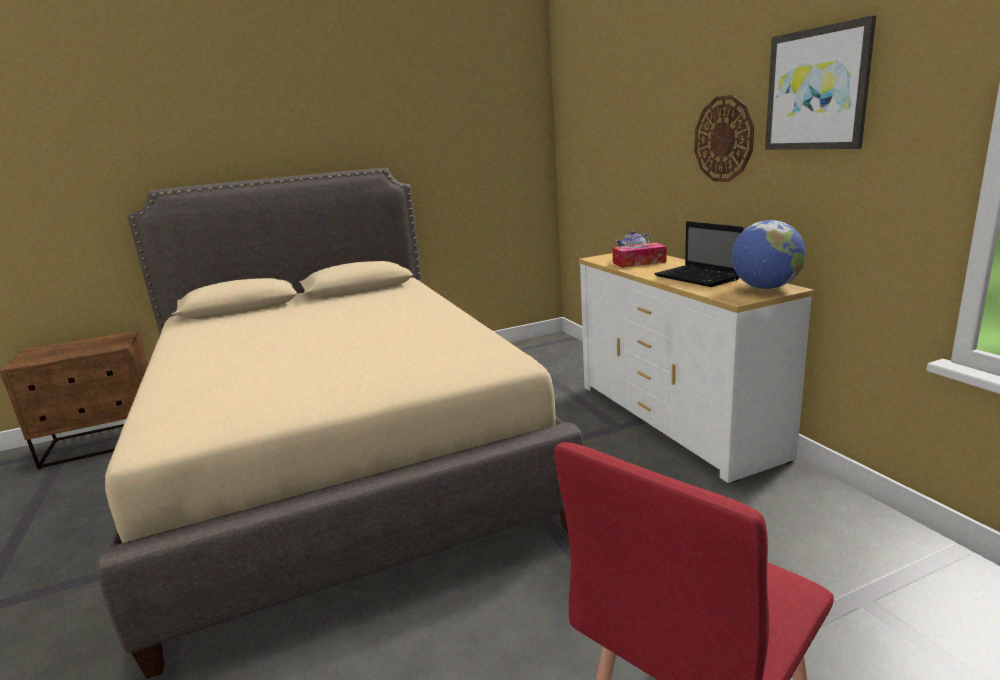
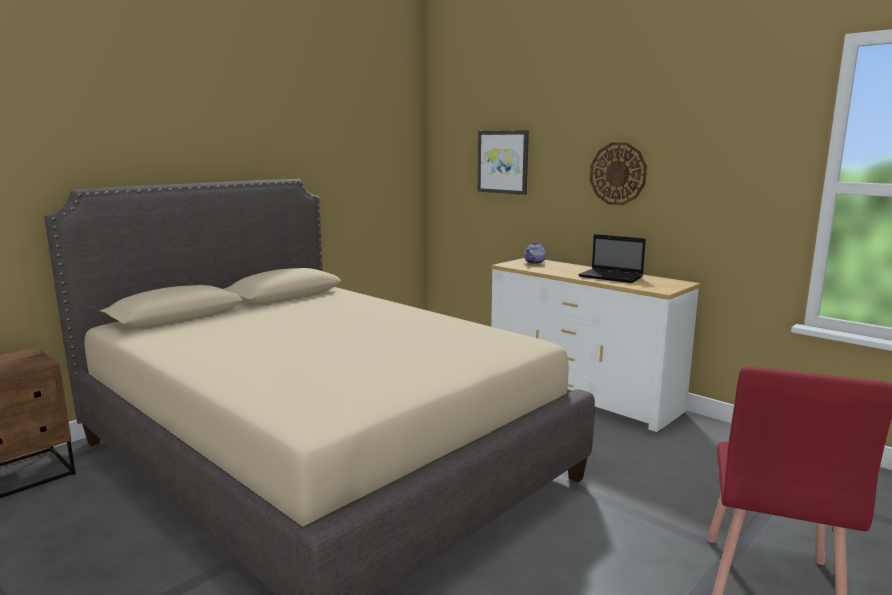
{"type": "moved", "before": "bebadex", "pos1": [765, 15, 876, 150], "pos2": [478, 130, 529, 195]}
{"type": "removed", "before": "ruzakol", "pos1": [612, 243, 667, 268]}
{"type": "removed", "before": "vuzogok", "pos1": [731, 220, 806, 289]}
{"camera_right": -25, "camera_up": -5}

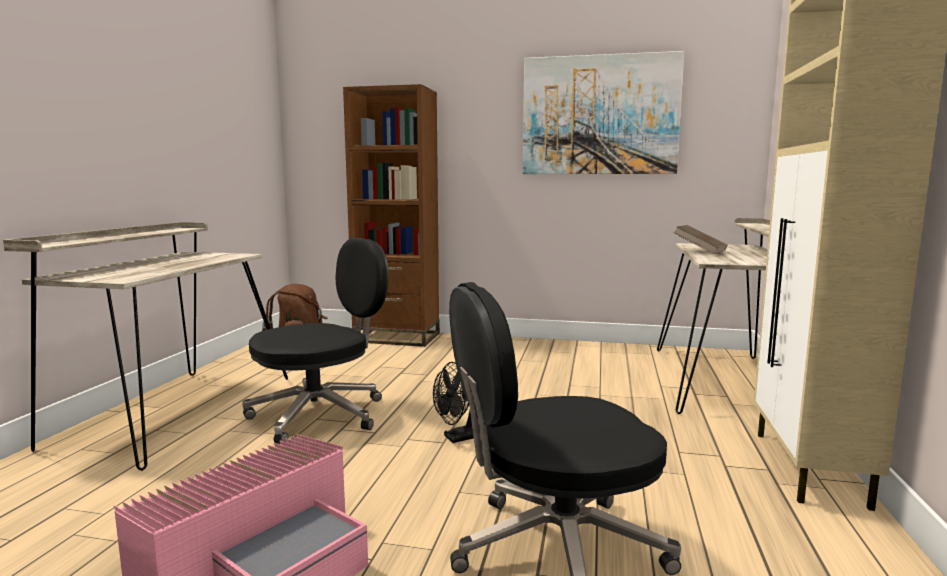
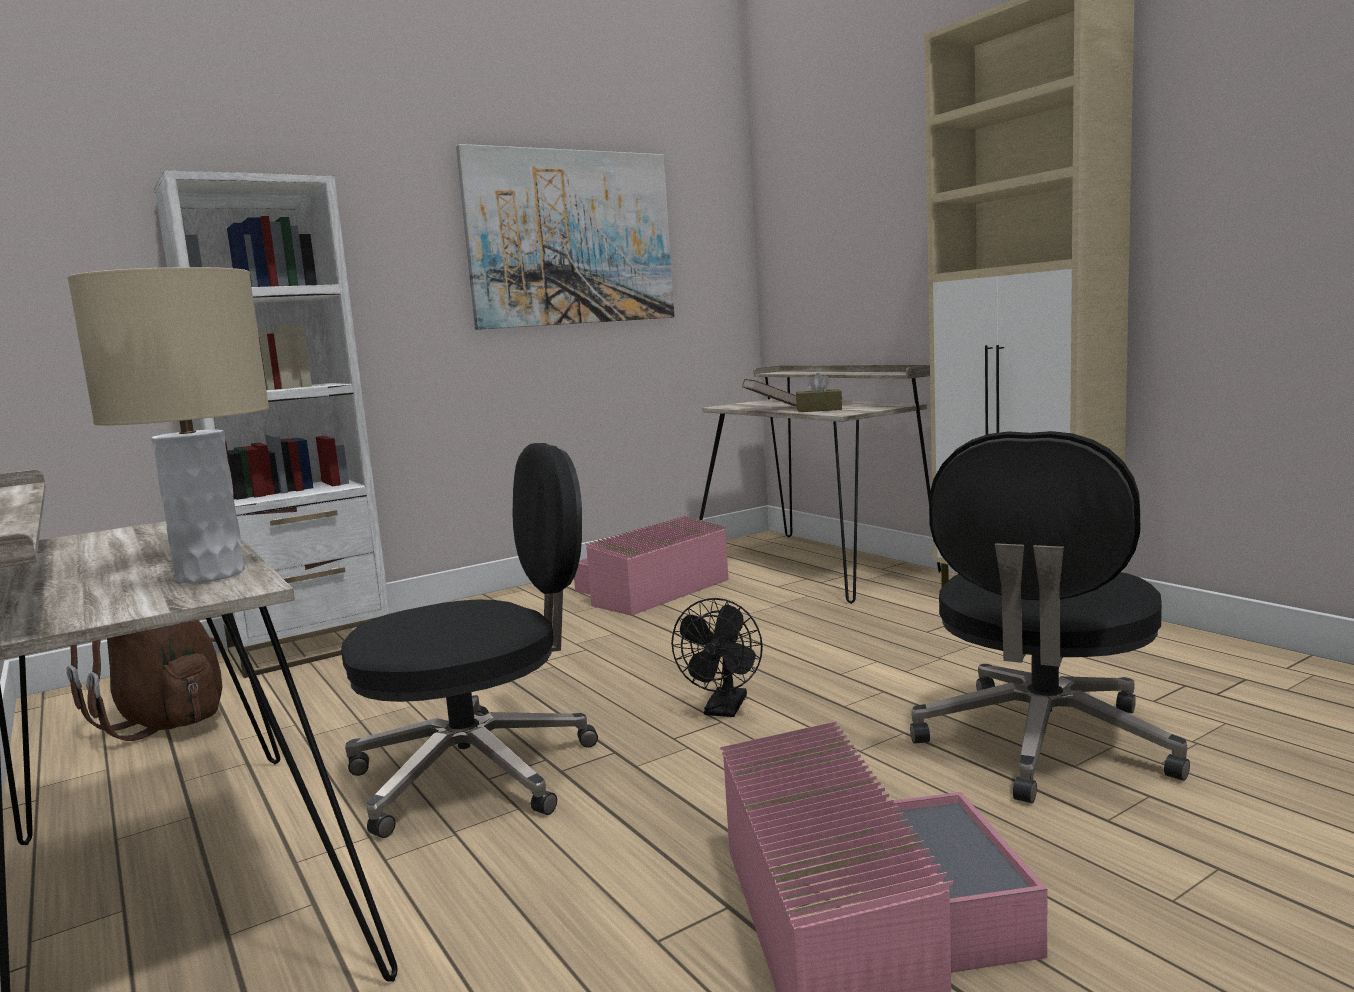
{"type": "added", "after": "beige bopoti", "pos2": [67, 267, 269, 583]}
{"type": "recoloured", "before": "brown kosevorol", "after": "white kosevorol", "pos1": [343, 84, 440, 347], "pos2": [154, 171, 390, 678]}
{"type": "turned", "before": "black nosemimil", "pos1": [242, 238, 389, 444], "pos2": [341, 443, 598, 838], "turn": 60}
{"type": "added", "after": "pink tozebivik", "pos2": [574, 516, 729, 616]}
{"type": "added", "after": "brown ruzakol", "pos2": [796, 373, 842, 412]}
{"camera_right": -45, "camera_up": 0}

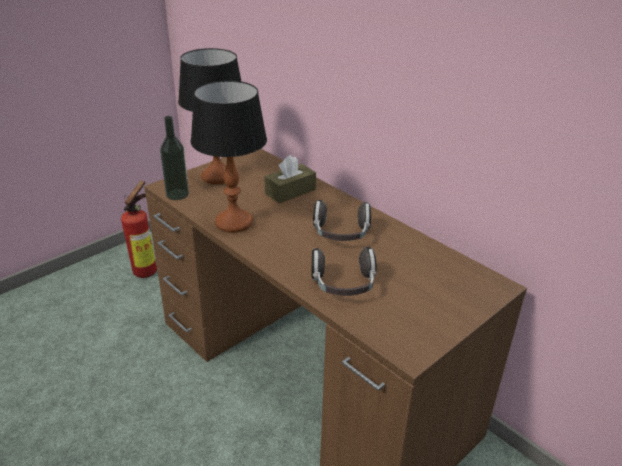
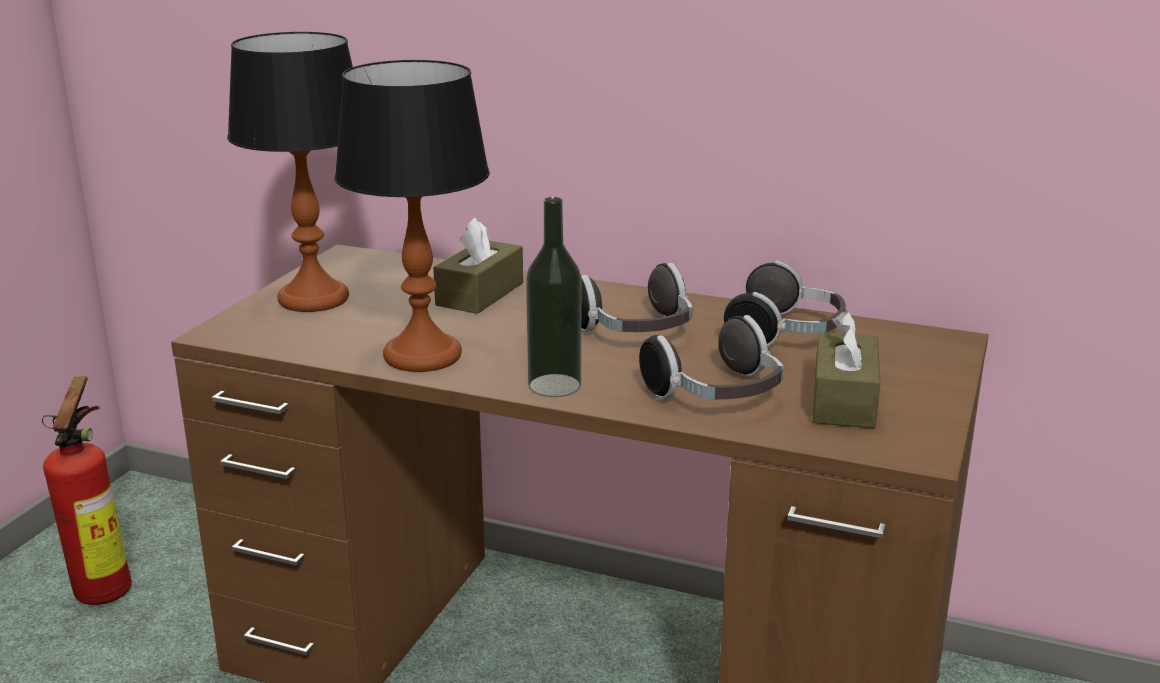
{"type": "moved", "before": "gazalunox", "pos1": [160, 116, 189, 200], "pos2": [526, 197, 581, 397]}
{"type": "added", "after": "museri", "pos2": [724, 260, 846, 347]}
{"type": "added", "after": "brown ruzakol", "pos2": [813, 310, 881, 428]}
{"camera_right": -25, "camera_up": -10}

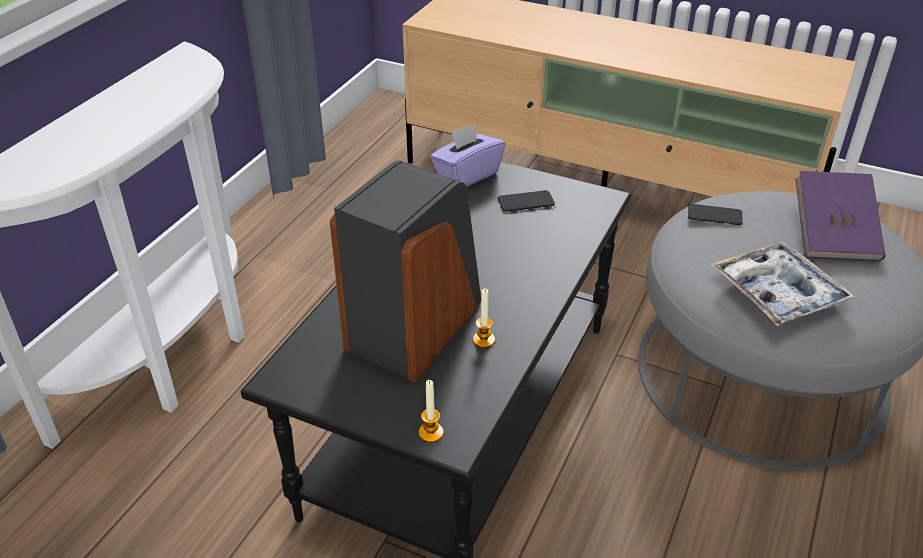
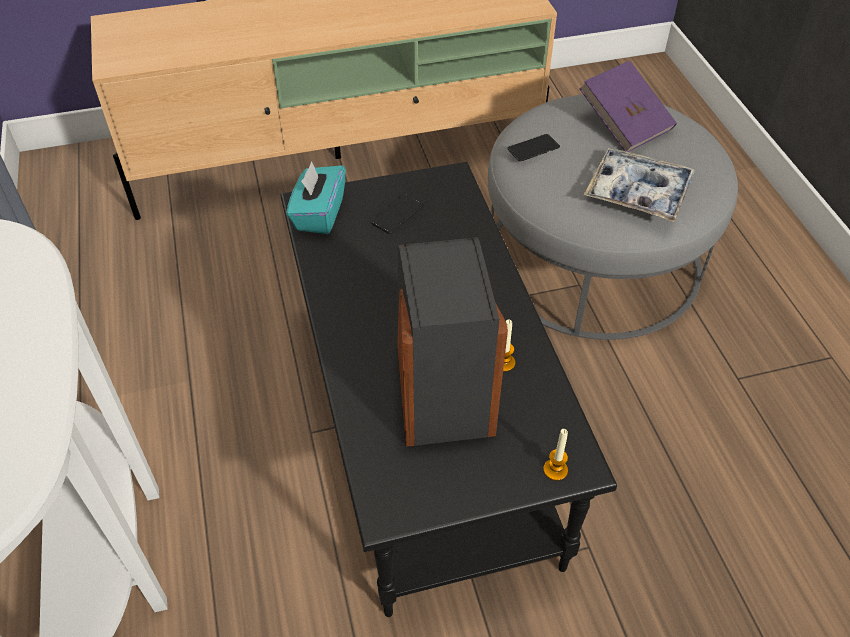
{"type": "recoloured", "before": "purple ruzakol", "after": "turquoise ruzakol", "pos1": [430, 123, 505, 187], "pos2": [286, 161, 346, 234]}
{"camera_right": -40, "camera_up": 10}

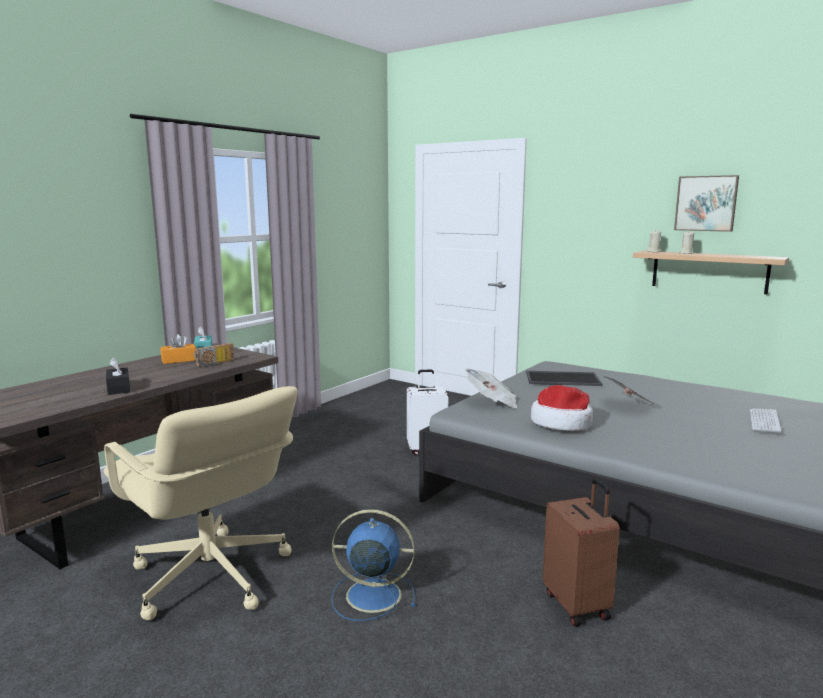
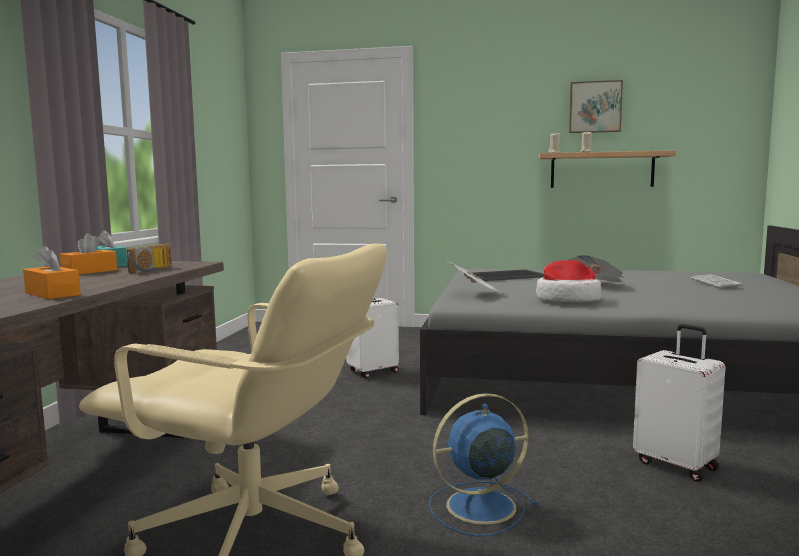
{"type": "recoloured", "before": "black ruzakol", "after": "orange ruzakol", "pos1": [106, 358, 130, 395], "pos2": [23, 246, 81, 299]}
{"type": "recoloured", "before": "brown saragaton", "after": "white saragaton", "pos1": [543, 478, 620, 627], "pos2": [633, 324, 725, 482]}
{"camera_right": -25, "camera_up": -5}

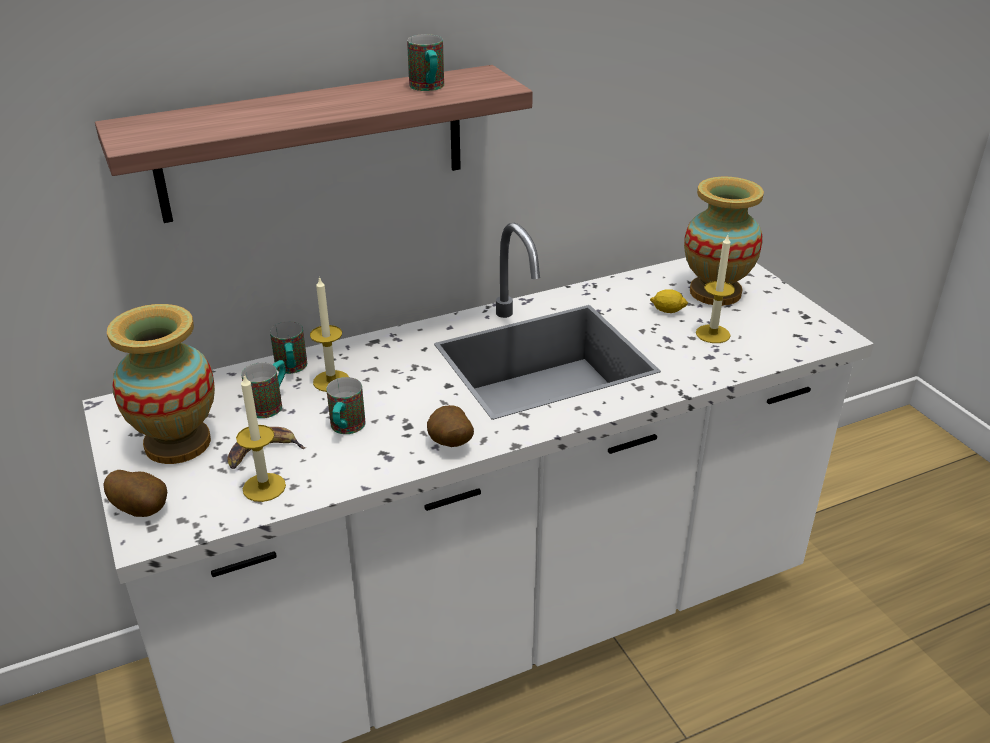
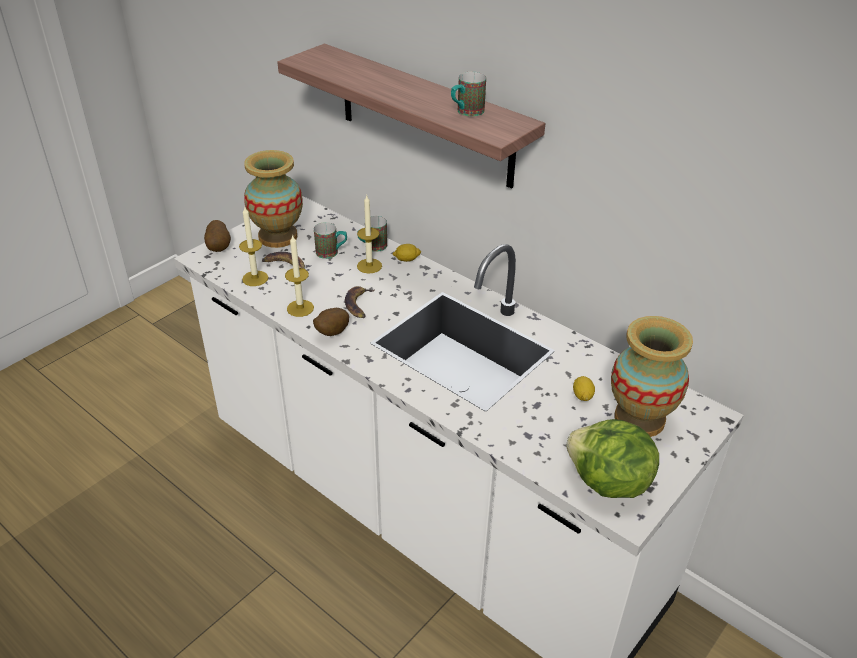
{"type": "moved", "before": "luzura", "pos1": [696, 235, 735, 343], "pos2": [285, 234, 314, 317]}
{"type": "added", "after": "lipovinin", "pos2": [345, 286, 375, 318]}
{"type": "added", "after": "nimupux", "pos2": [392, 244, 421, 262]}
{"type": "added", "after": "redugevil", "pos2": [566, 419, 659, 498]}
{"type": "removed", "before": "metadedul", "pos1": [326, 377, 366, 434]}
{"camera_right": 65, "camera_up": 5}

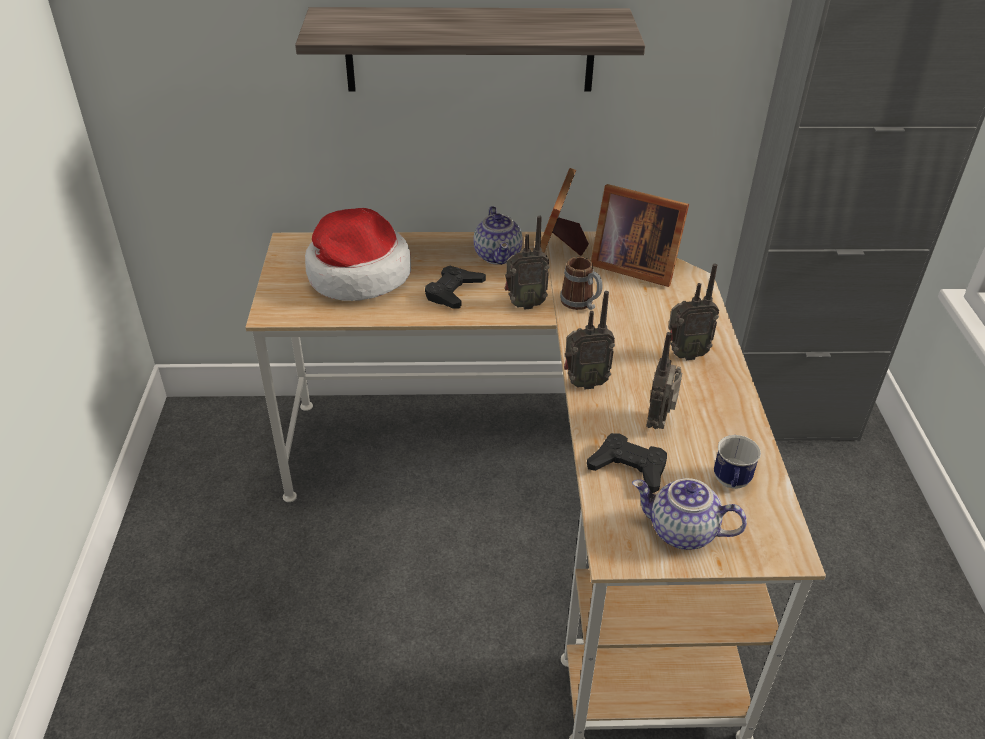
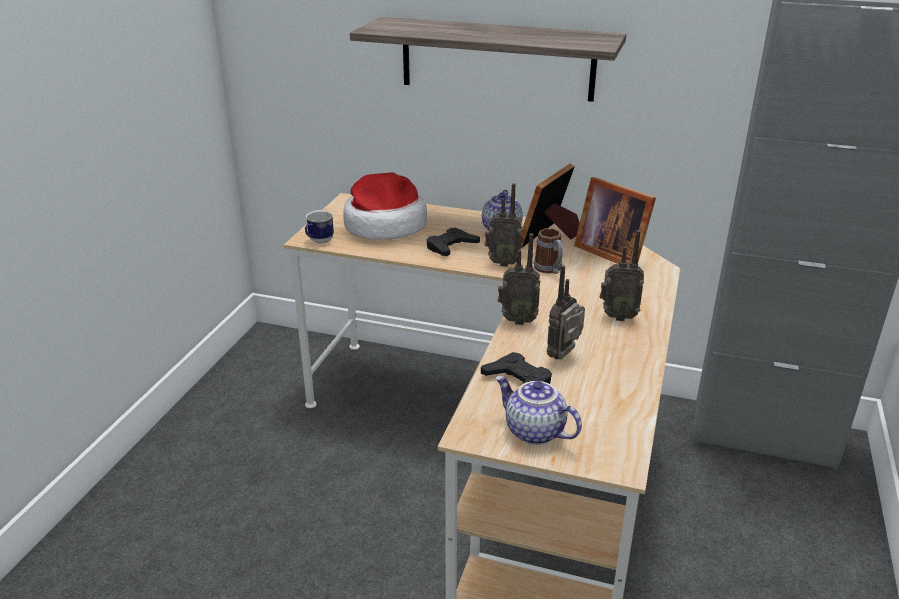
{"type": "moved", "before": "metadedul", "pos1": [714, 435, 761, 489], "pos2": [305, 210, 334, 244]}
{"camera_right": 20, "camera_up": -10}

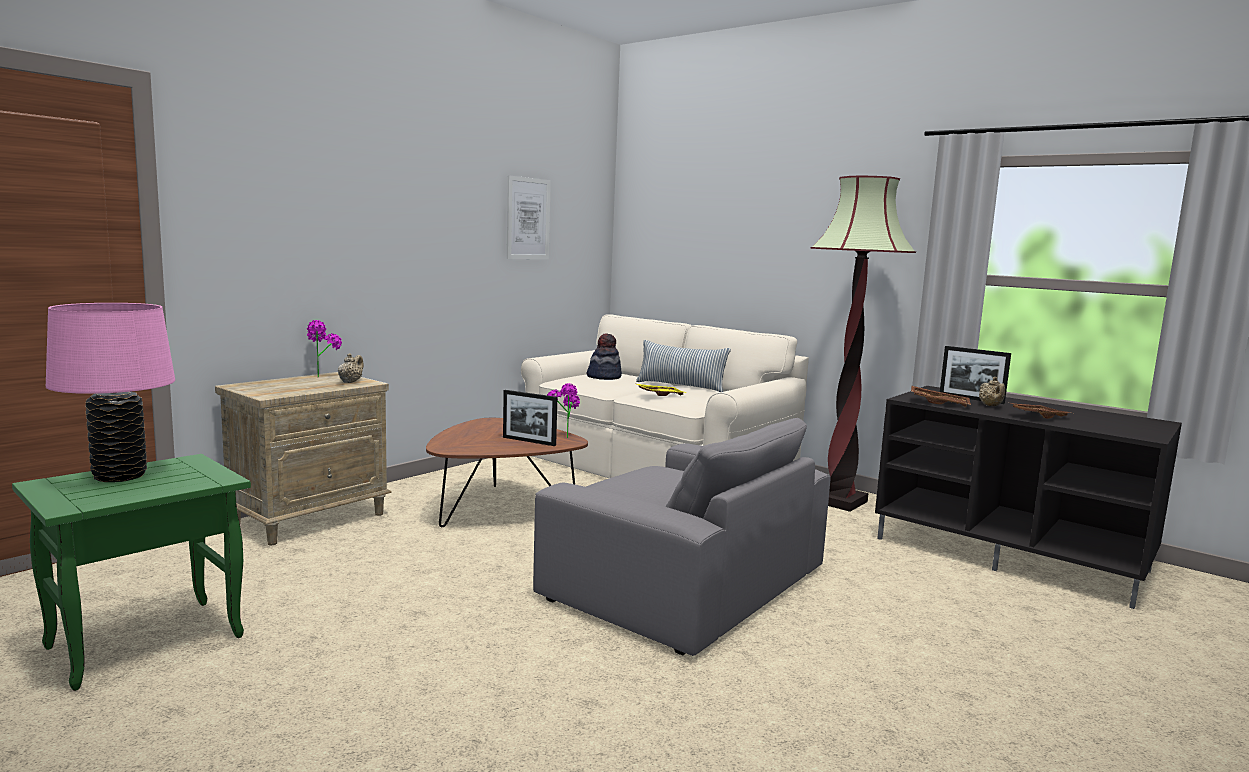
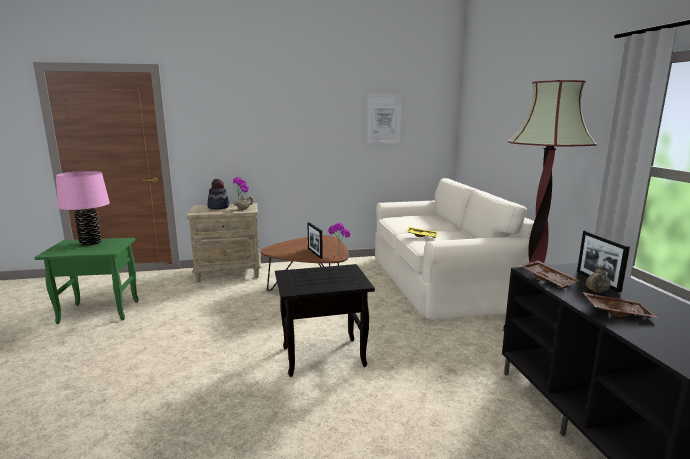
{"type": "moved", "before": "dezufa", "pos1": [587, 333, 622, 380], "pos2": [208, 179, 229, 210]}
{"type": "replaced", "before": "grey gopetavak", "after": "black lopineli", "pos1": [533, 418, 831, 656], "pos2": [275, 264, 375, 377]}
{"type": "removed", "before": "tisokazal", "pos1": [636, 340, 731, 392]}
{"camera_right": 40, "camera_up": 5}

